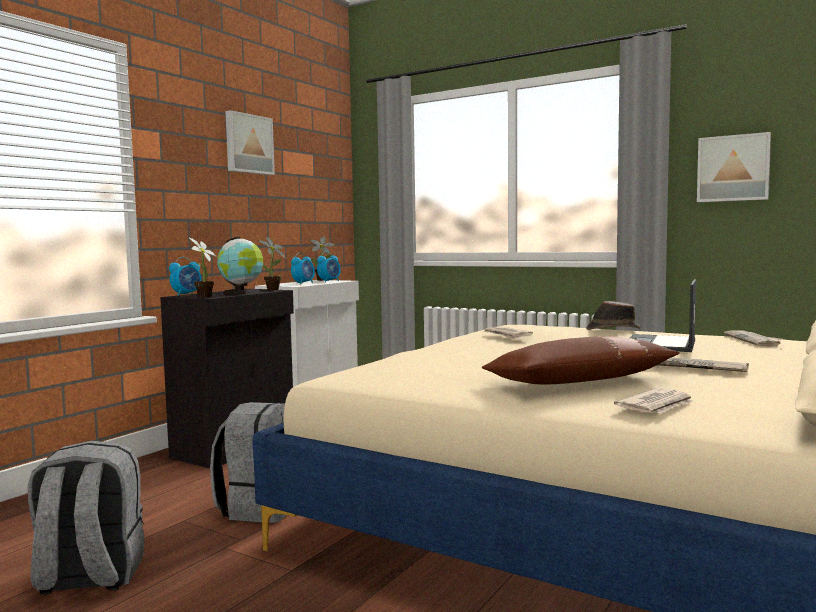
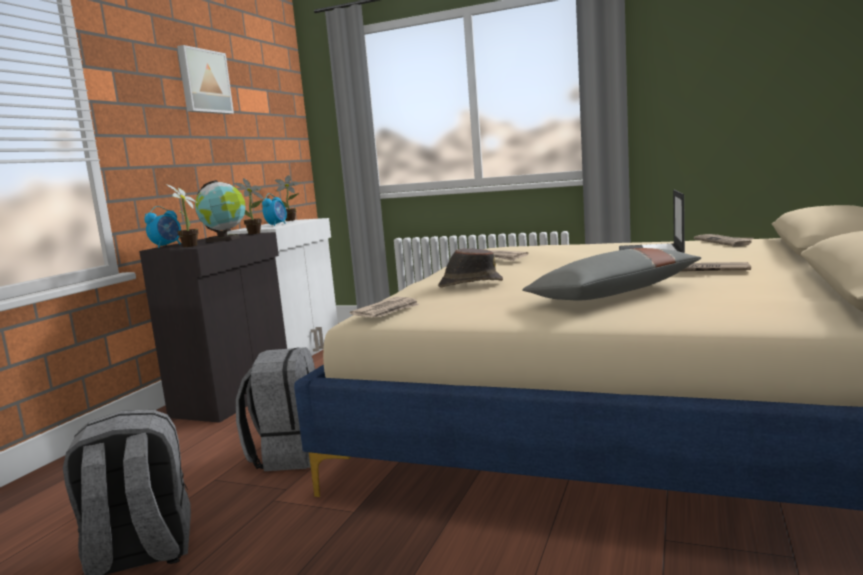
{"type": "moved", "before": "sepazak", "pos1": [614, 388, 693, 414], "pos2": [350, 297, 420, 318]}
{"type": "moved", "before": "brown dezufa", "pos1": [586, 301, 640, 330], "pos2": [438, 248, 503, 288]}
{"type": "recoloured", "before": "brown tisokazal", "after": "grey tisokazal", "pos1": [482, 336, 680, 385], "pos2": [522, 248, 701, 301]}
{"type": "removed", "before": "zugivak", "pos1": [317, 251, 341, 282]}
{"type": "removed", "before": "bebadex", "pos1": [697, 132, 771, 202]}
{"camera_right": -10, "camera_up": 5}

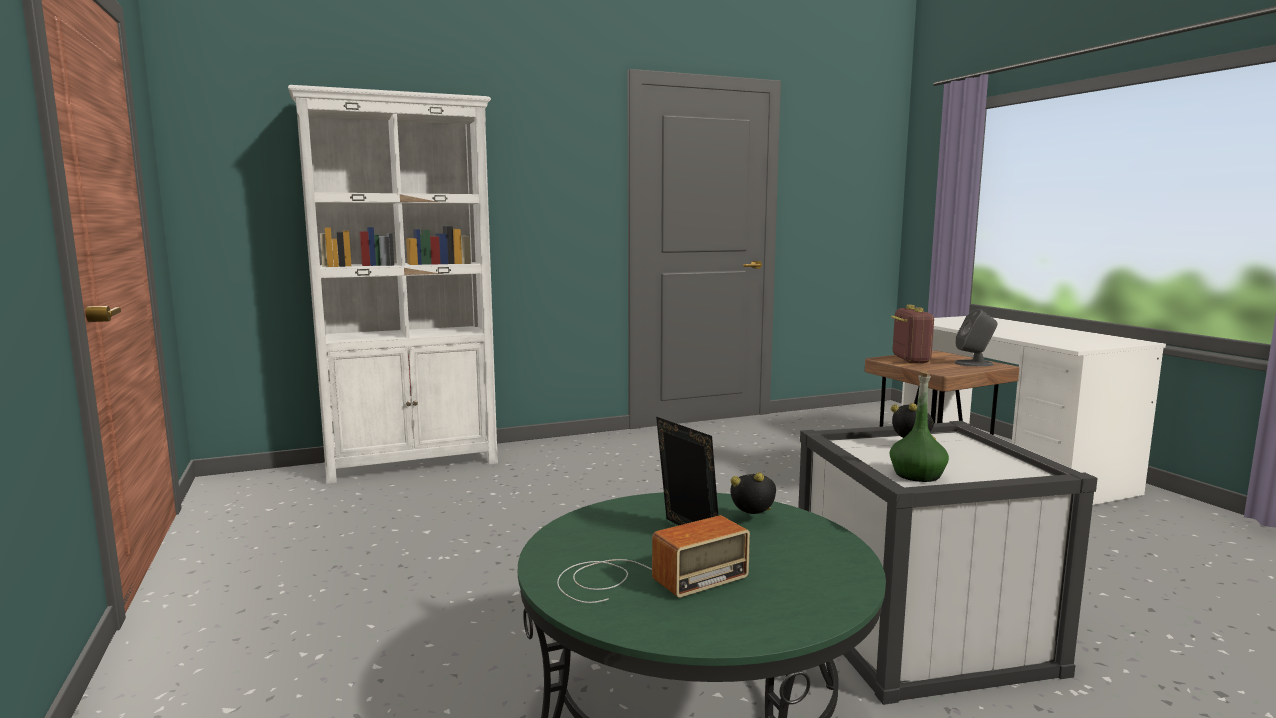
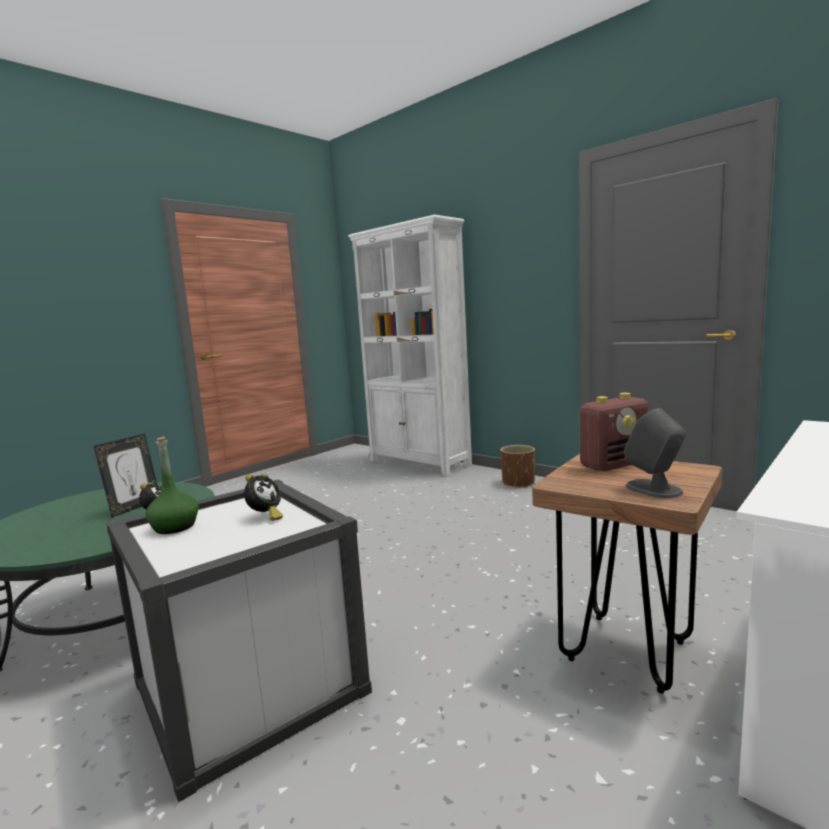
{"type": "added", "after": "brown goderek", "pos2": [500, 445, 535, 488]}
{"type": "removed", "before": "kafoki", "pos1": [557, 515, 750, 603]}
{"camera_right": 65, "camera_up": 0}

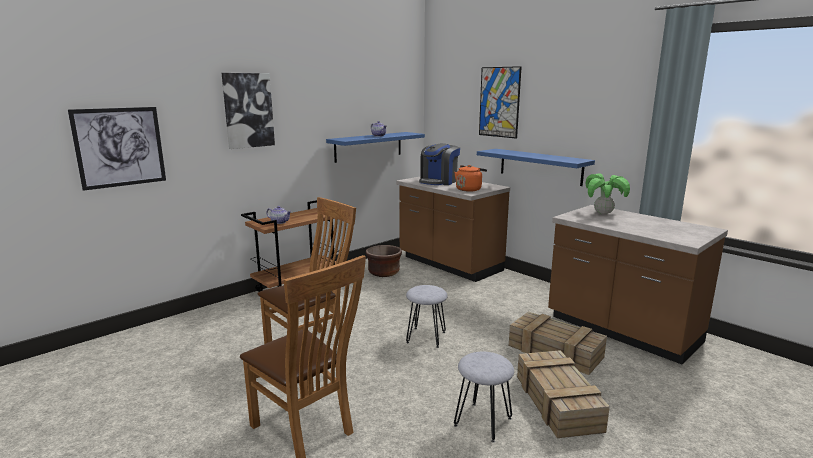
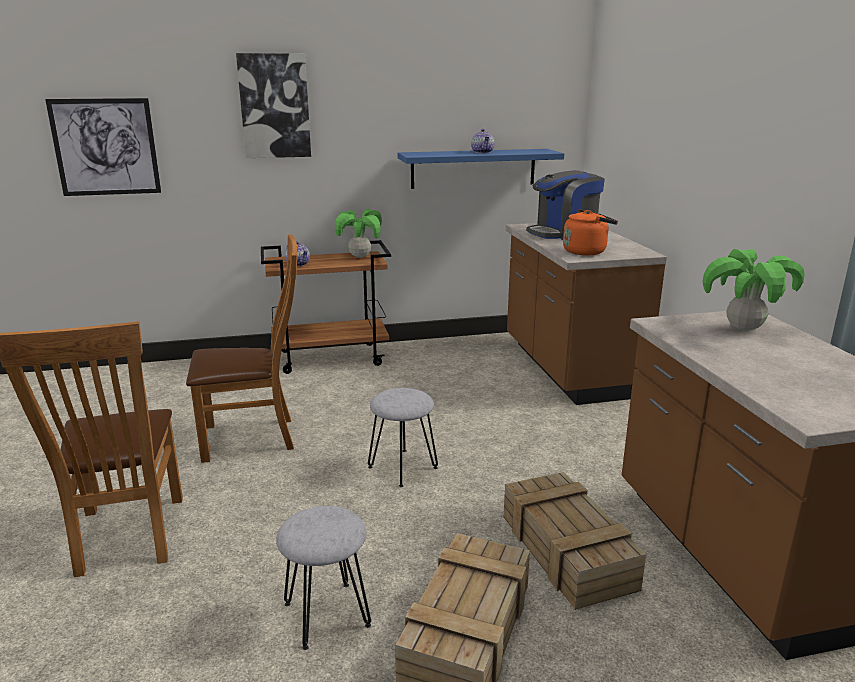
{"type": "added", "after": "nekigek", "pos2": [335, 209, 382, 258]}
{"type": "removed", "before": "brown goderek", "pos1": [366, 245, 402, 277]}
{"type": "removed", "before": "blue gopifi", "pos1": [477, 149, 595, 186]}
{"type": "removed", "before": "bebadex", "pos1": [479, 66, 522, 139]}
{"camera_right": 30, "camera_up": 5}

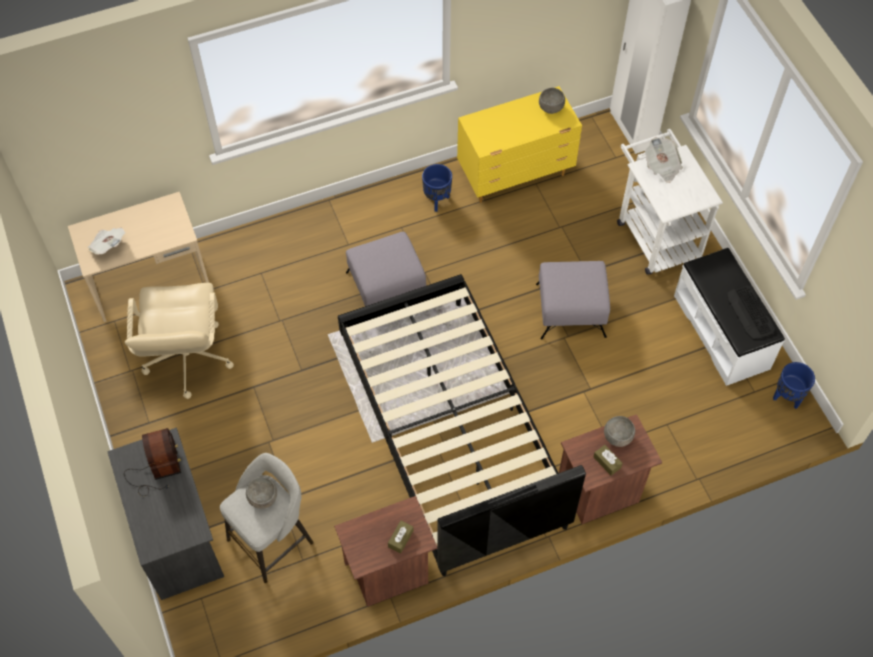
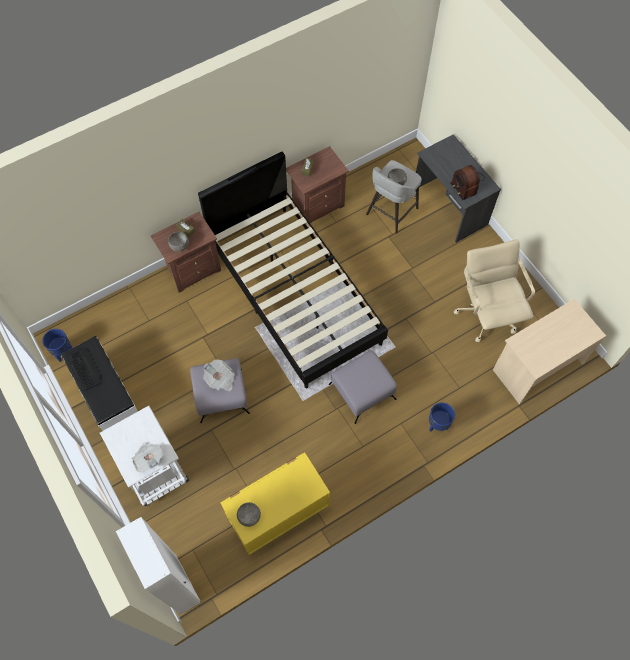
{"type": "moved", "before": "sepazak", "pos1": [87, 228, 125, 255], "pos2": [203, 360, 235, 391]}
{"type": "moved", "before": "blue goderek", "pos1": [422, 164, 452, 212], "pos2": [429, 402, 455, 432]}
{"camera_right": 170, "camera_up": 5}

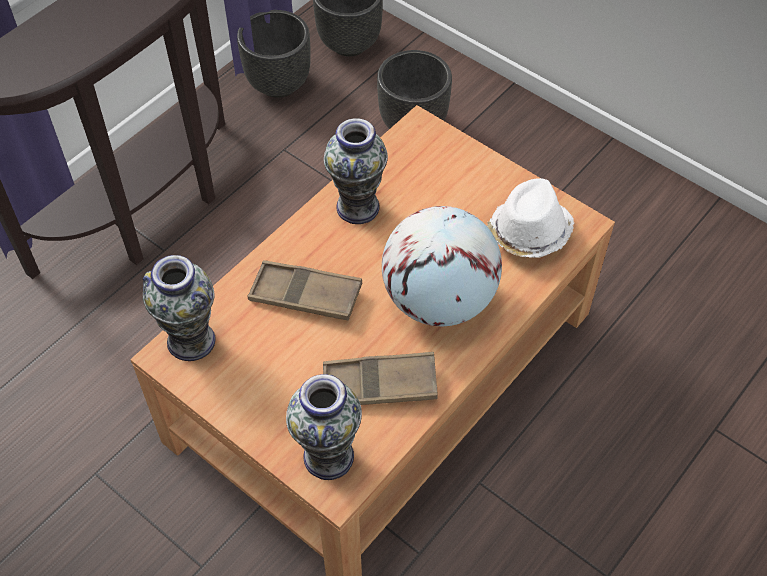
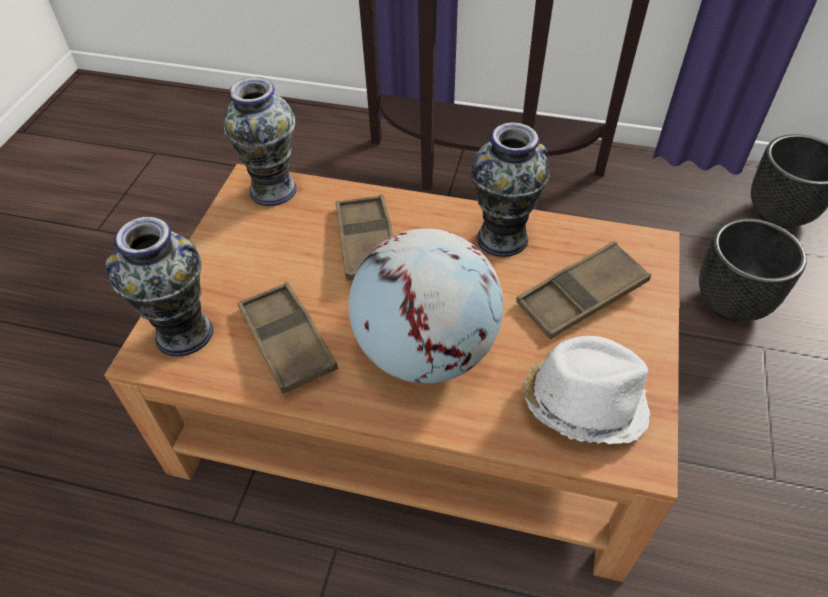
{"type": "added", "after": "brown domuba", "pos2": [516, 241, 651, 339]}
{"type": "removed", "before": "black goderek", "pos1": [237, 10, 310, 98]}
{"camera_right": 65, "camera_up": -5}

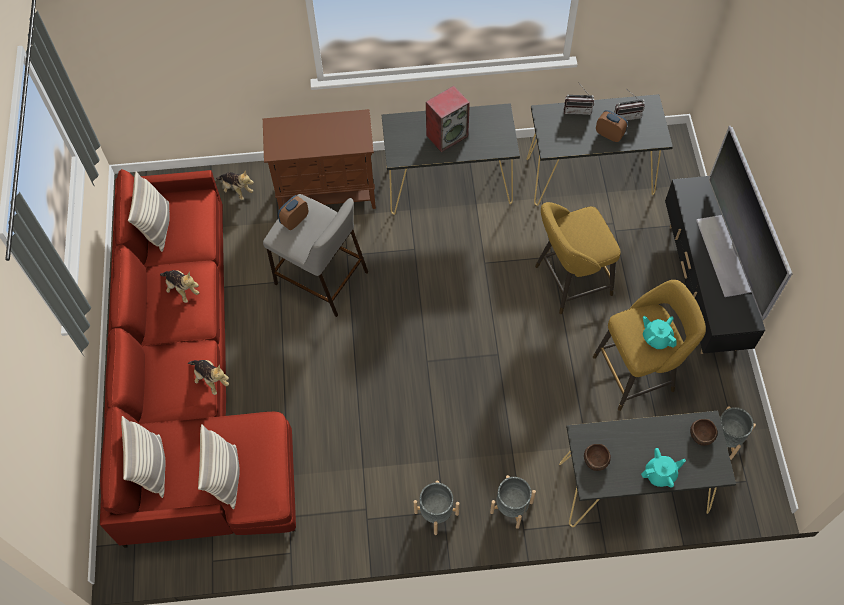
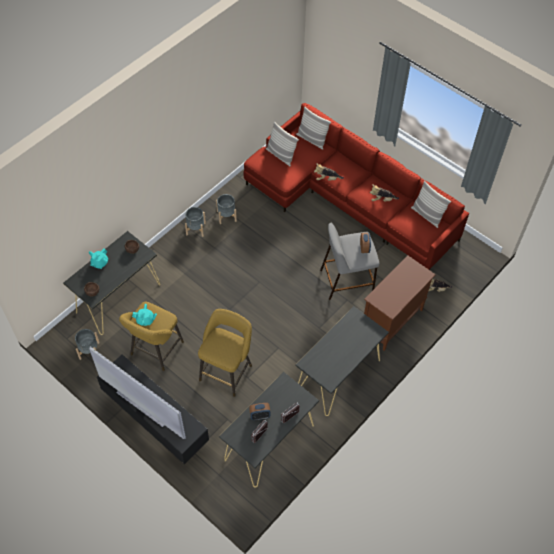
{"type": "moved", "before": "grey goderek", "pos1": [490, 475, 536, 529], "pos2": [216, 194, 237, 224]}
{"type": "removed", "before": "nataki", "pos1": [426, 86, 470, 152]}
{"camera_right": 135, "camera_up": -5}

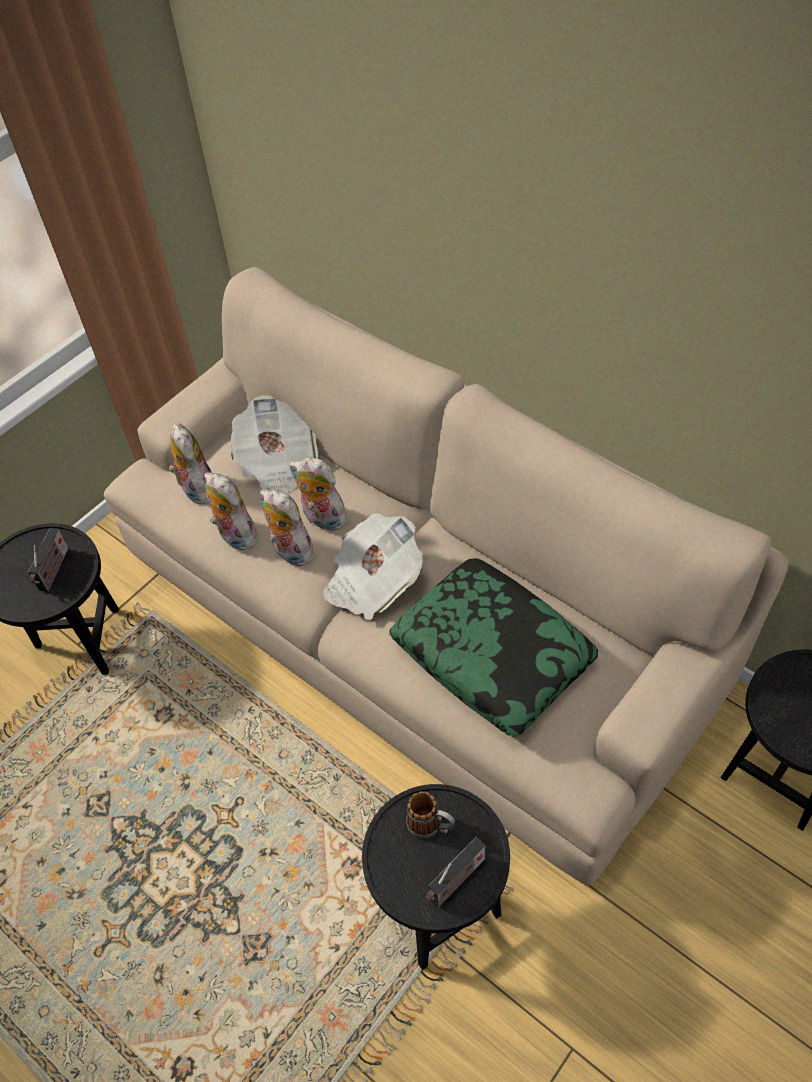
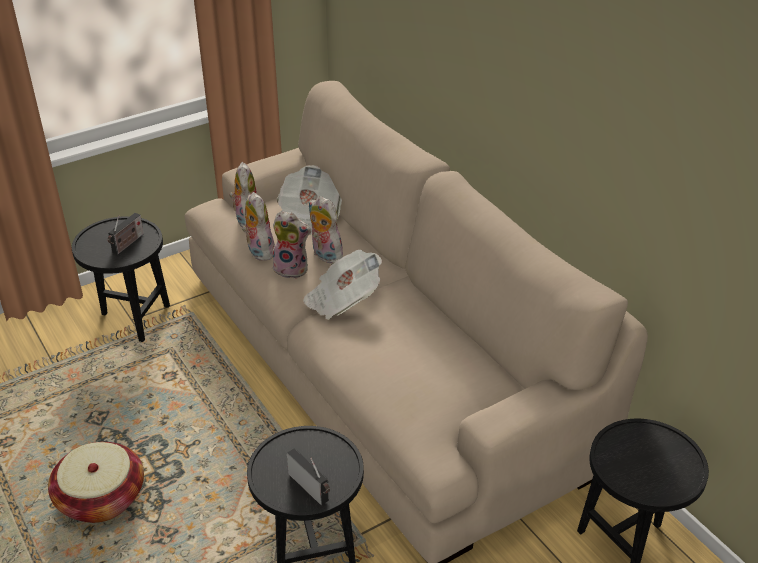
{"type": "added", "after": "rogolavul", "pos2": [48, 442, 144, 523]}
{"type": "turned", "before": "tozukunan", "pos1": [260, 490, 314, 566], "pos2": [273, 211, 311, 279], "turn": 135}
{"type": "turned", "before": "kafoki", "pos1": [426, 837, 486, 908], "pos2": [287, 448, 330, 505], "turn": -105}
{"type": "removed", "before": "tisokazal", "pos1": [389, 558, 598, 737]}
{"type": "removed", "before": "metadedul", "pos1": [406, 791, 455, 839]}
{"camera_right": 15, "camera_up": -15}

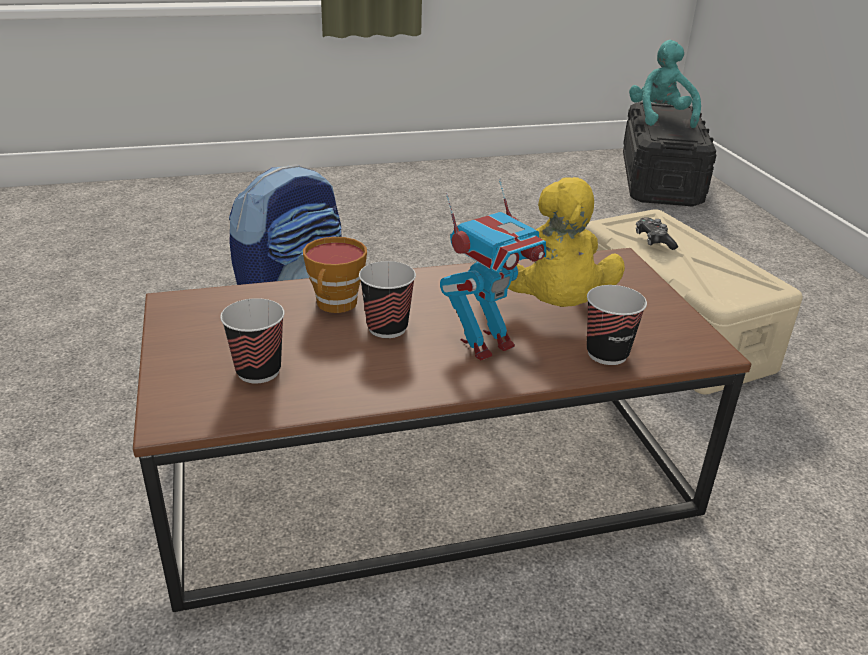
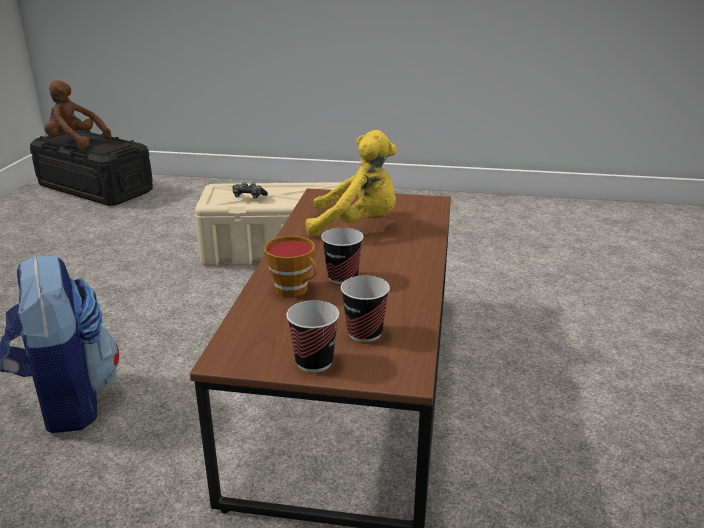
{"type": "recoloured", "before": "turquoise tozukunan", "after": "brown tozukunan", "pos1": [629, 40, 701, 128], "pos2": [44, 80, 111, 148]}
{"type": "moved", "before": "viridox", "pos1": [587, 285, 647, 365], "pos2": [286, 300, 339, 372]}
{"type": "removed", "before": "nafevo", "pos1": [440, 179, 546, 360]}
{"camera_right": -65, "camera_up": -5}

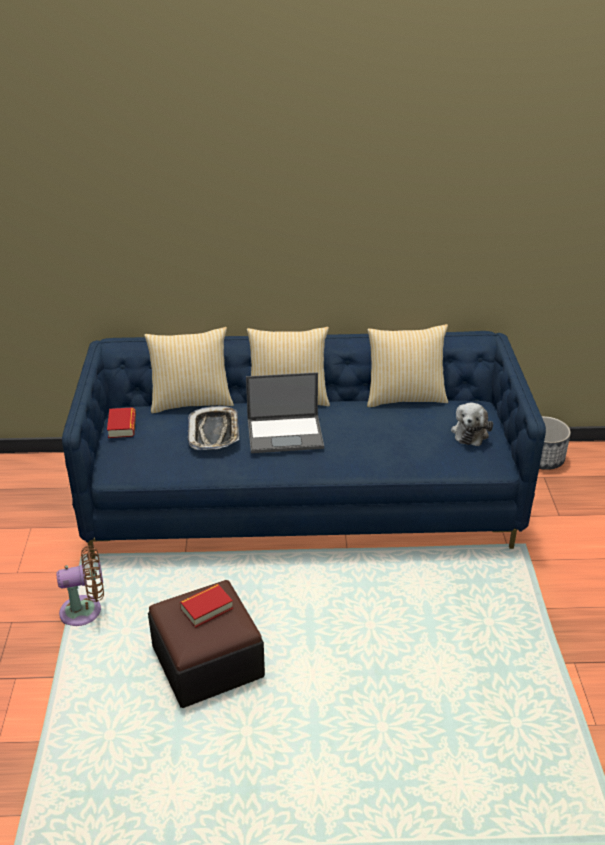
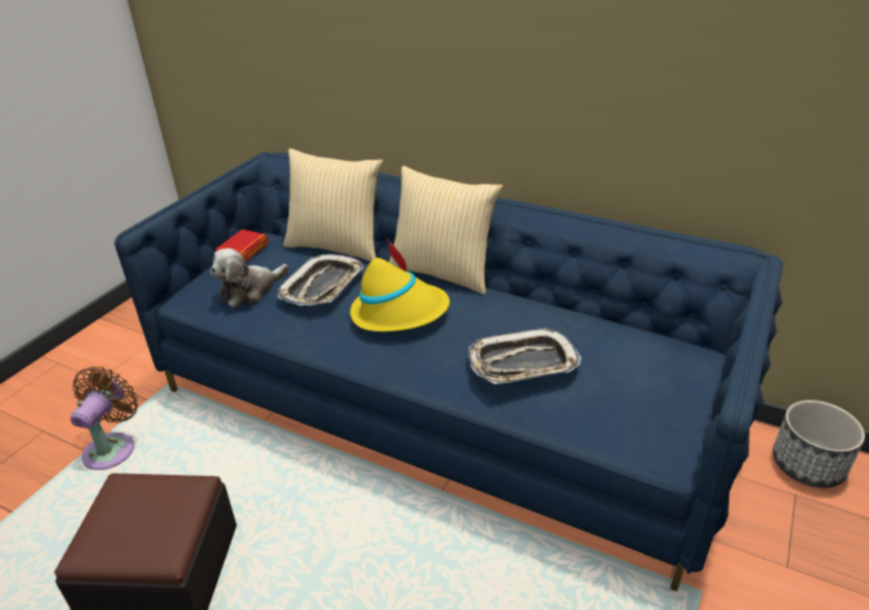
{"type": "turned", "before": "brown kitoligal", "pos1": [56, 545, 104, 626], "pos2": [70, 367, 138, 470], "turn": -90}
{"type": "moved", "before": "tozukunan", "pos1": [451, 403, 493, 446], "pos2": [210, 248, 289, 308]}
{"type": "replaced", "before": "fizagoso", "after": "yellow dezufa", "pos1": [246, 372, 324, 453], "pos2": [350, 238, 450, 332]}
{"type": "added", "after": "domuba", "pos2": [468, 328, 581, 384]}
{"type": "removed", "before": "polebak", "pos1": [180, 584, 233, 628]}
{"type": "removed", "before": "tisokazal", "pos1": [367, 324, 448, 407]}
{"camera_right": 30, "camera_up": 0}

